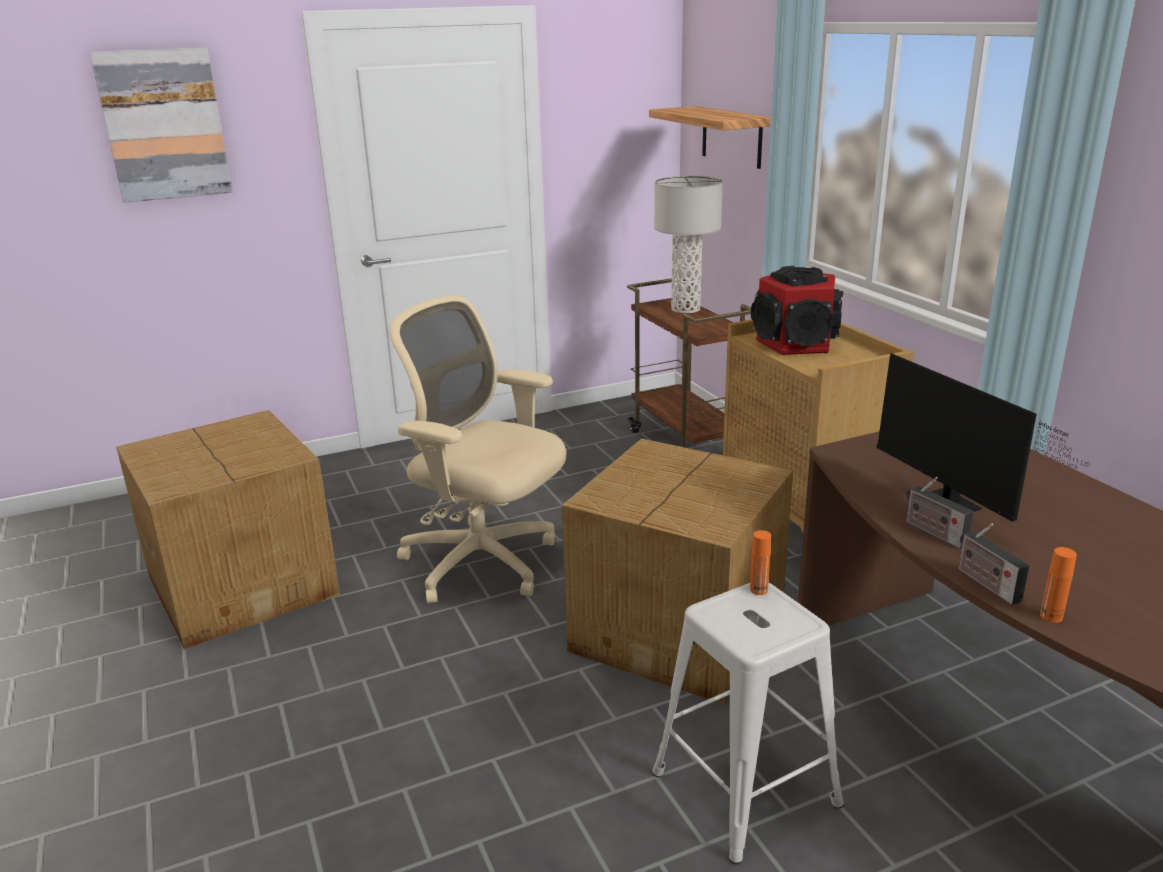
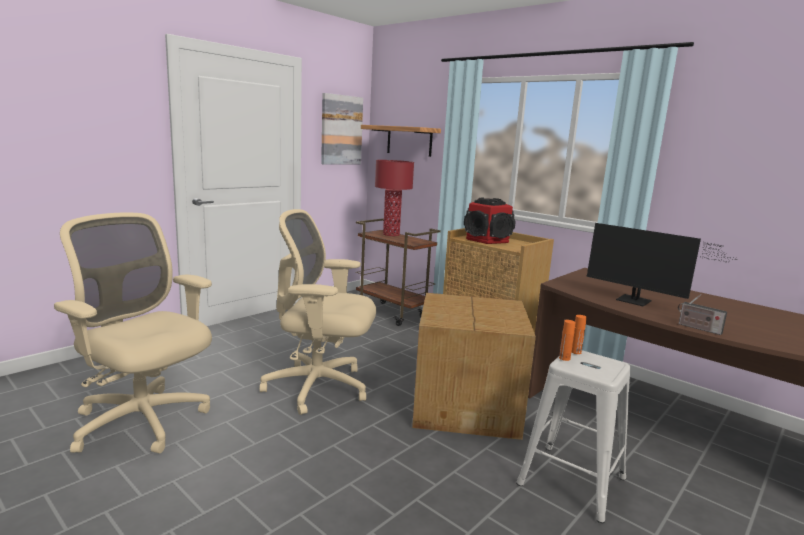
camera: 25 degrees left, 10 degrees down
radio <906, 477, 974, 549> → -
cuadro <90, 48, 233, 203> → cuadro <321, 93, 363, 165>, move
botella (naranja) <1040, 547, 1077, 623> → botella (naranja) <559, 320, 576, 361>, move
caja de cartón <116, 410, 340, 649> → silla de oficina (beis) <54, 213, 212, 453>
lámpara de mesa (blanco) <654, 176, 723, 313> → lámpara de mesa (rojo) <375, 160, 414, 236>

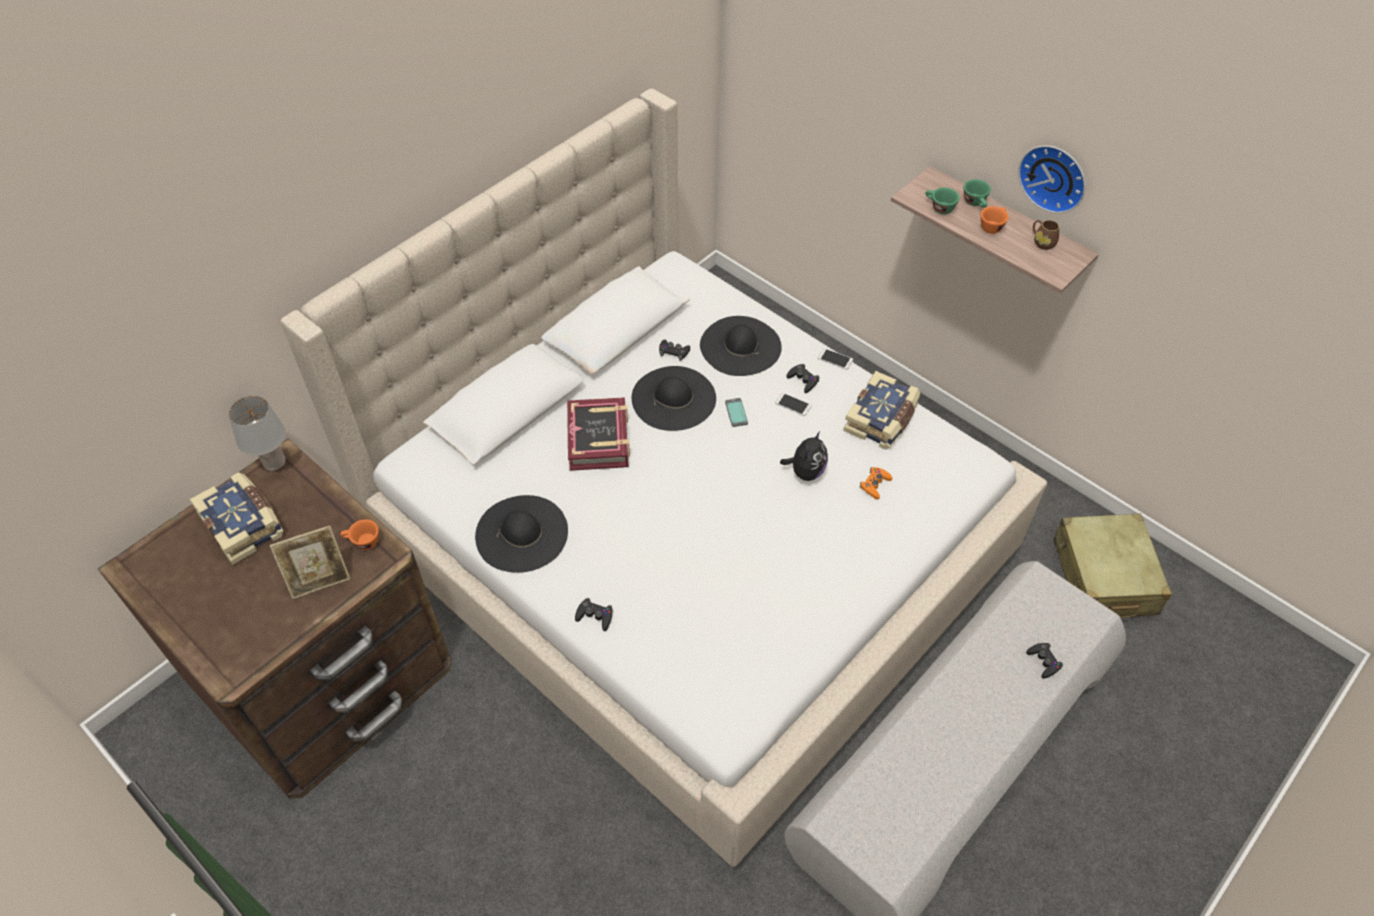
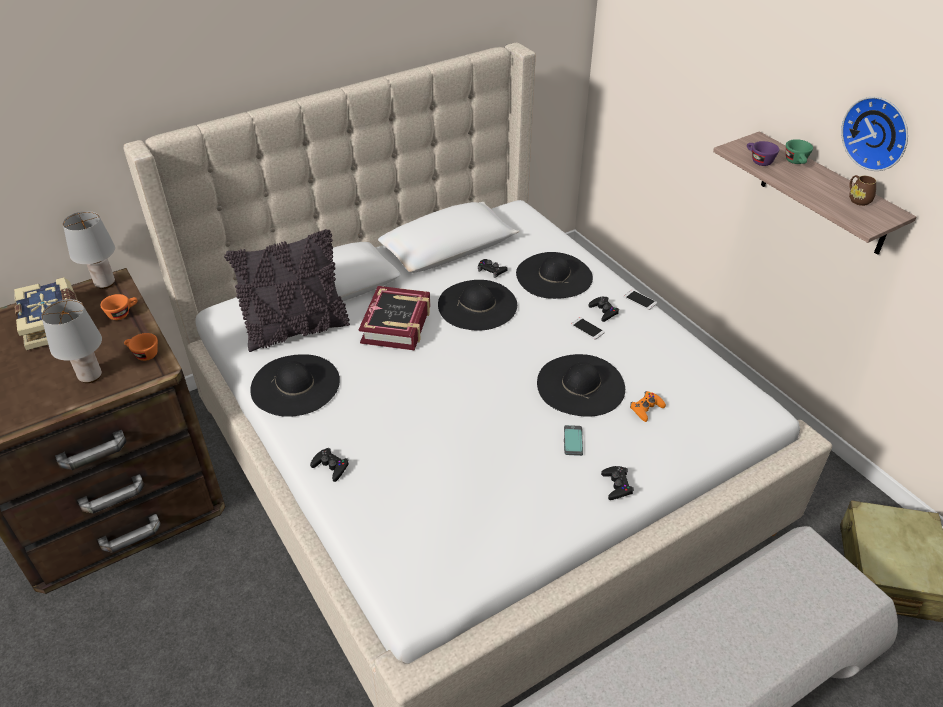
camera: 15 degrees right, 10 degrees down
libro <843, 371, 920, 450> → -
- → cojín (negro) <224, 229, 350, 352>
móvil <725, 398, 748, 427> → móvil <564, 425, 583, 456>, move
taza (naranja) <981, 206, 1009, 234> → taza (naranja) <100, 294, 138, 320>, move
mando de consola (negro) <1026, 643, 1063, 679> → mando de consola (negro) <601, 466, 634, 500>, move
portarretratos <270, 525, 351, 599> → lámpara de mesa (gris) <41, 299, 102, 383>
peluche <780, 431, 828, 481> → sombrero (negro) <537, 354, 625, 416>
taza (verde) <925, 187, 959, 214> → taza (morado) <747, 141, 779, 166>

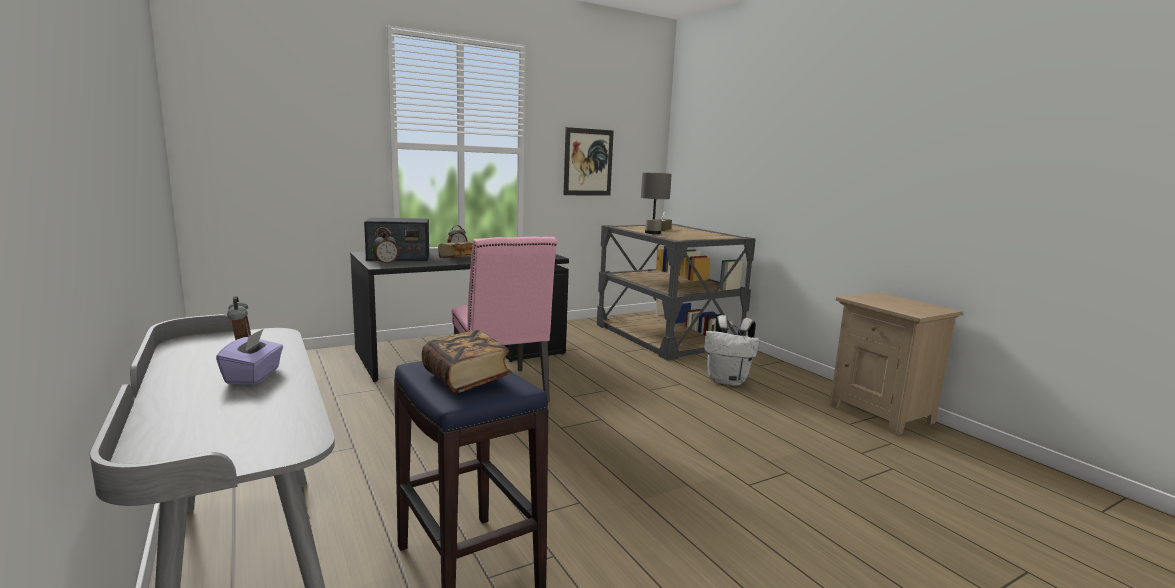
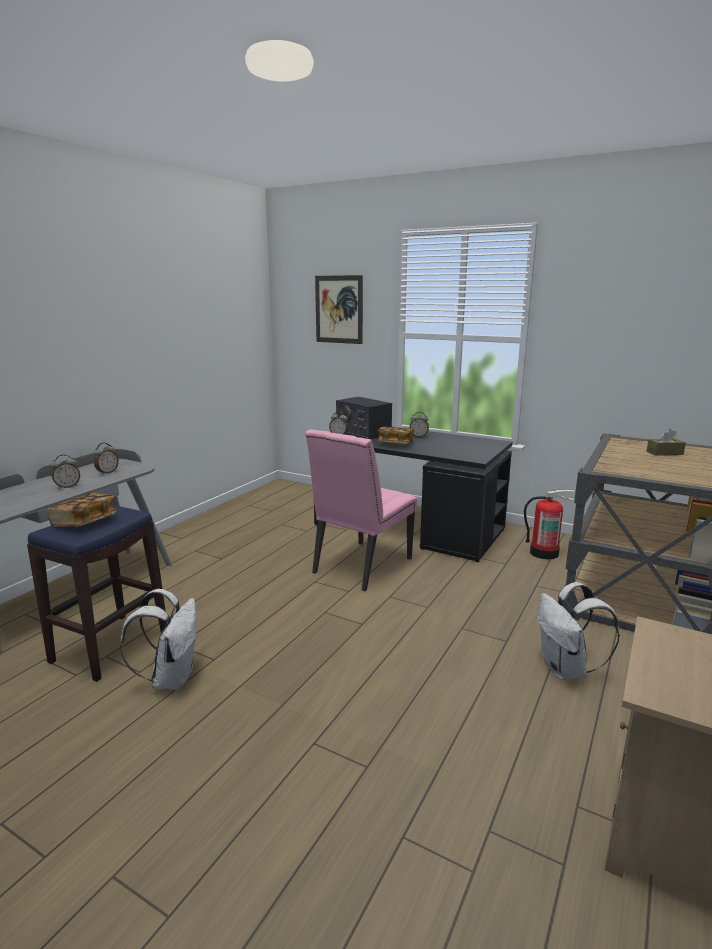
camera: 60 degrees right, 5 degrees up
lámpara de mesa (gris) <641, 172, 671, 234> → -
- → mochila (blanco) <120, 589, 197, 690>
- → extintor <524, 489, 575, 560>
cuadro <564, 127, 614, 196> → cuadro <315, 275, 363, 344>, move
caja de pañuelos (morado) <216, 329, 283, 384> → despertador <51, 454, 80, 489>

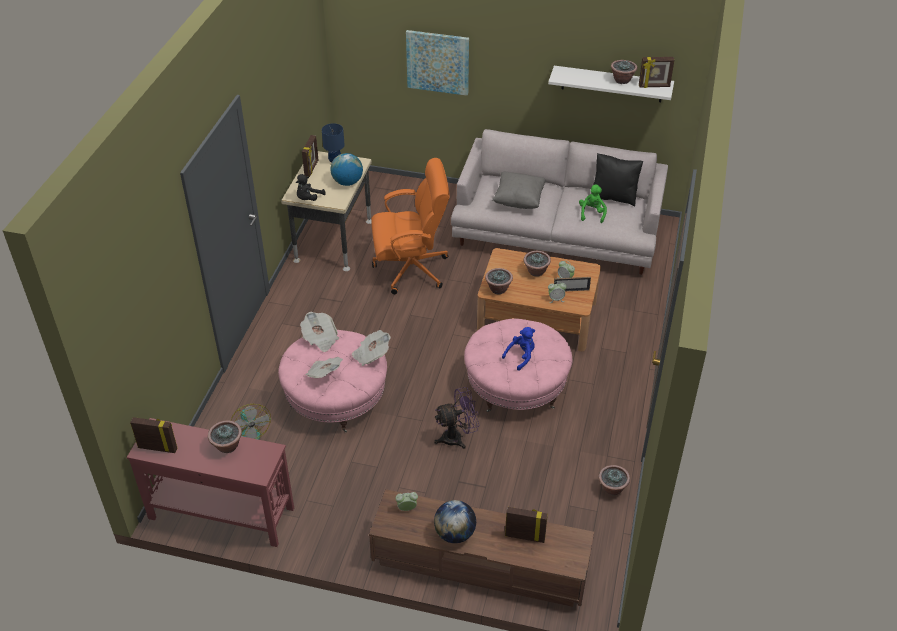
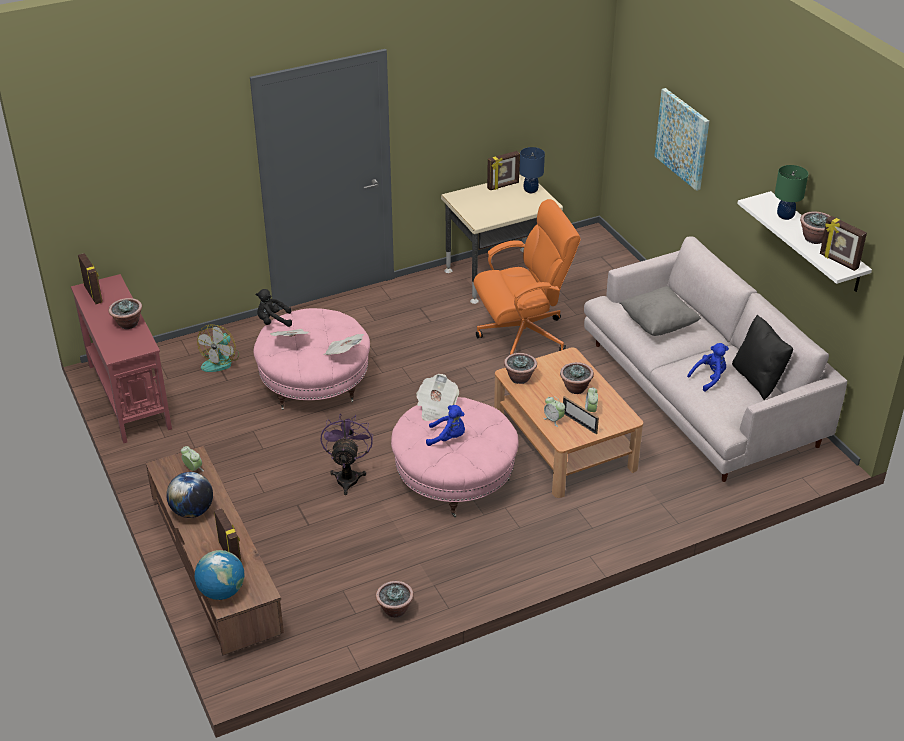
camera: 50 degrees right, 5 degrees down
- → lámpara de mesa (verde) <775, 165, 808, 220>
peluche (negro) <296, 174, 326, 201> → peluche (negro) <256, 289, 292, 327>, move
periódico <300, 312, 339, 352> → periódico <416, 374, 459, 421>, move
globo terráqueo <331, 153, 363, 186> → globo terráqueo <195, 550, 245, 600>, move
peluche (verde) <579, 184, 607, 223> → peluche (azul) <687, 343, 729, 391>
silla de oficina (naranja) <371, 158, 450, 294> → silla de oficina (naranja) <474, 199, 580, 355>, 60 degrees counterclockwise
ventilador (morado) <434, 387, 480, 449> → ventilador (morado) <321, 414, 373, 495>, 120 degrees counterclockwise

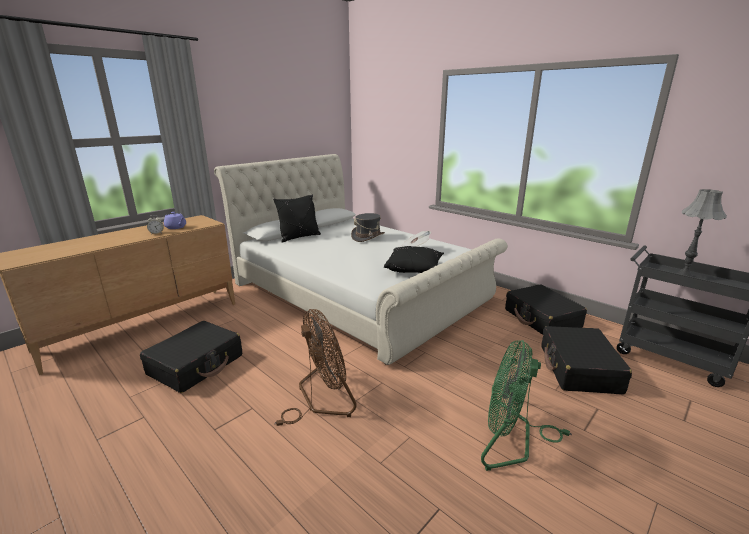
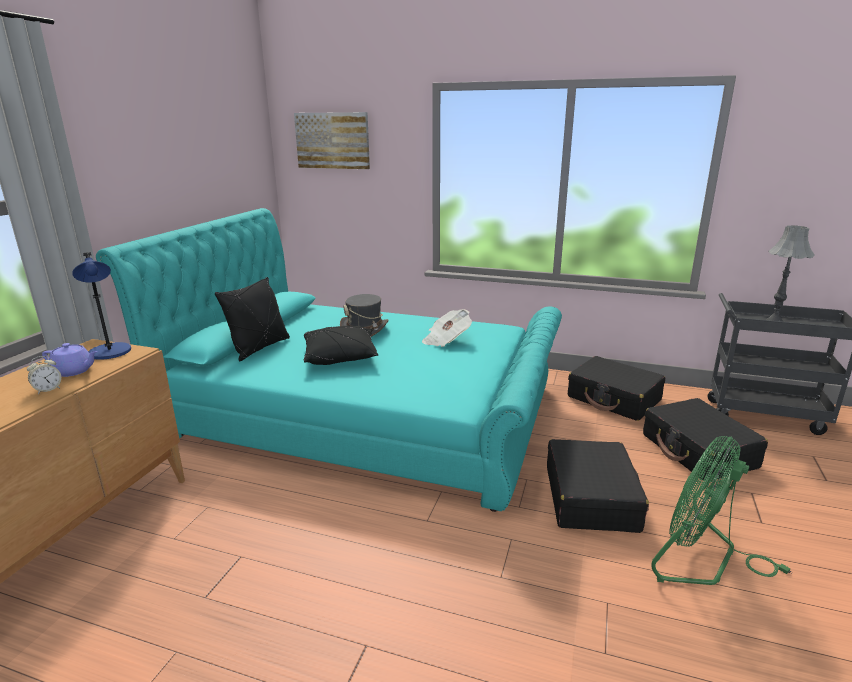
camera: 25 degrees left, 0 degrees up
ventilador (marrón) <275, 309, 357, 426> → -
- → lámpara de mesa (azul) <72, 252, 131, 360>
- → cuadro <294, 112, 370, 169>
maleta (negro) <140, 321, 242, 393> → maleta (negro) <547, 439, 649, 533>, move
cojín (negro) <384, 246, 444, 273> → cojín (negro) <304, 326, 379, 365>, move
cama (beis) <214, 154, 508, 365> → cama (turquesa) <96, 208, 562, 512>
ventilador (verde) <481, 340, 572, 471> → ventilador (verde) <651, 436, 792, 585>, 45 degrees clockwise

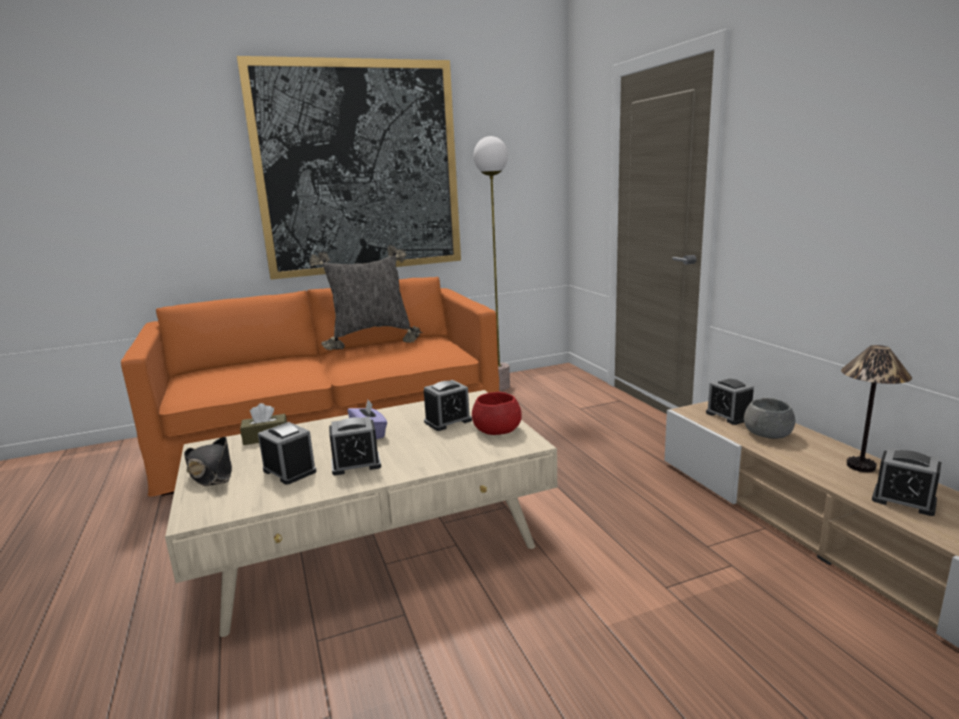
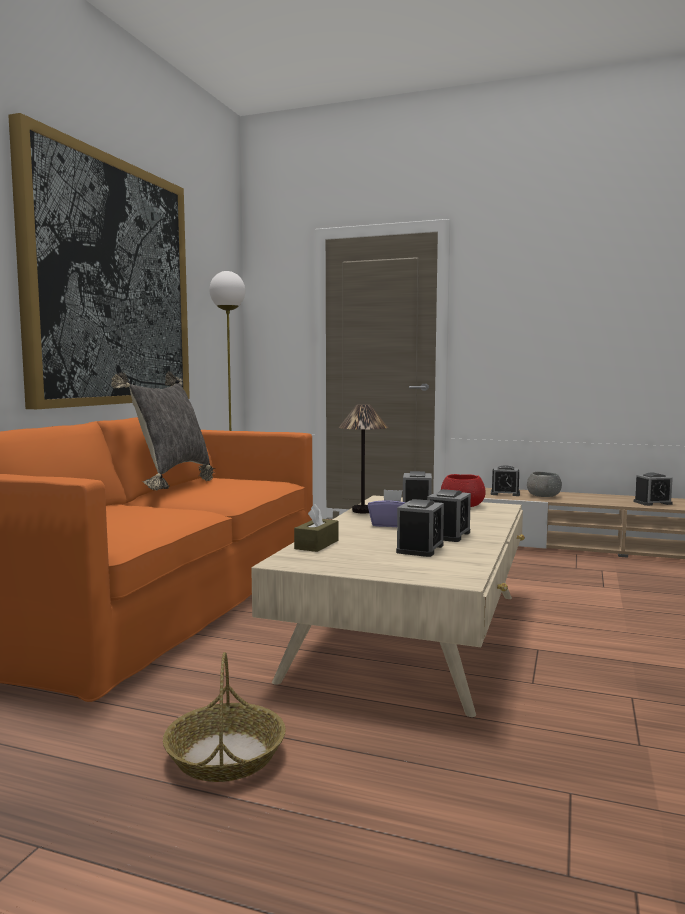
camera: 50 degrees left, 10 degrees down
sombrero (negro) <184, 437, 232, 486> → -
- → cesta <163, 652, 286, 782>
lámpara de mesa <841, 345, 912, 472> → lámpara de mesa <339, 404, 388, 513>, move
despertador <258, 422, 317, 485> → despertador <396, 499, 444, 557>, 120 degrees clockwise

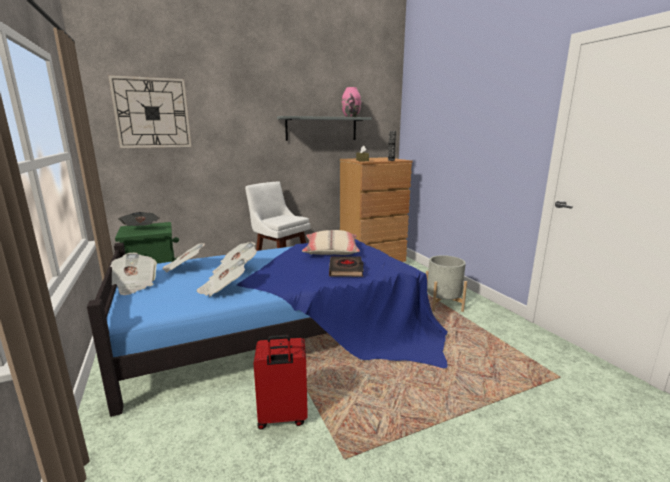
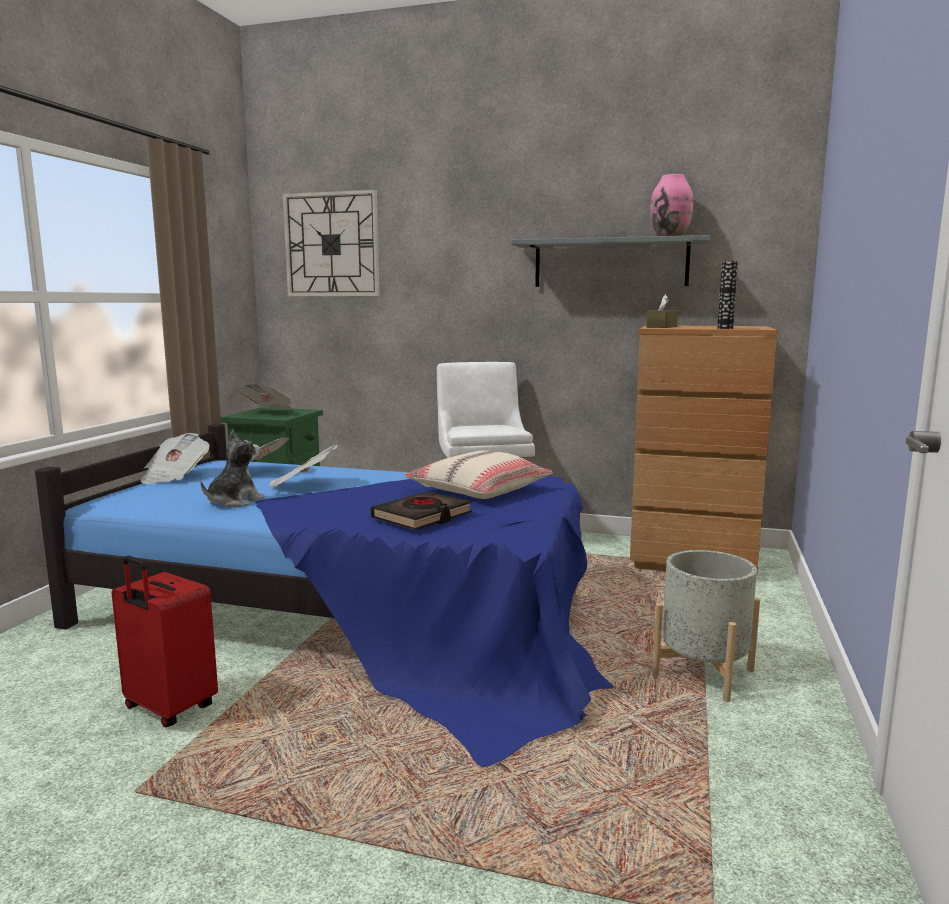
camera: 40 degrees right, 5 degrees down
periódico <197, 258, 247, 297> → peluche <201, 429, 265, 508>

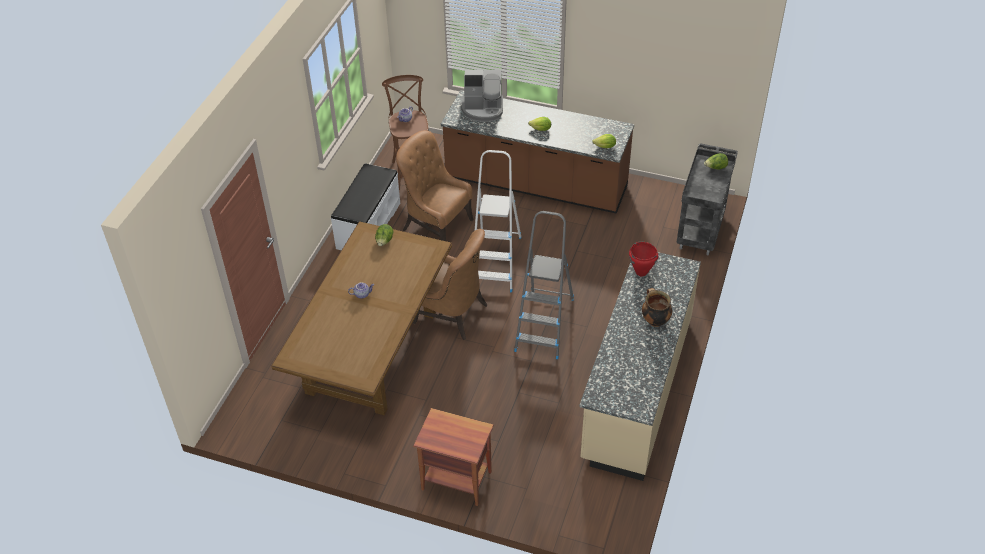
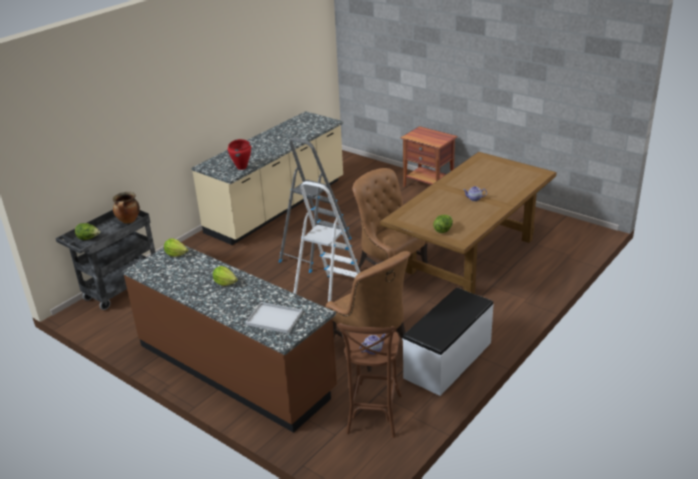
camera: 160 degrees left, 15 degrees down
olla <642, 288, 672, 327> → olla <113, 192, 140, 224>, move
cafetera <462, 70, 503, 122> → bandeja (blanco) <245, 302, 303, 333>

